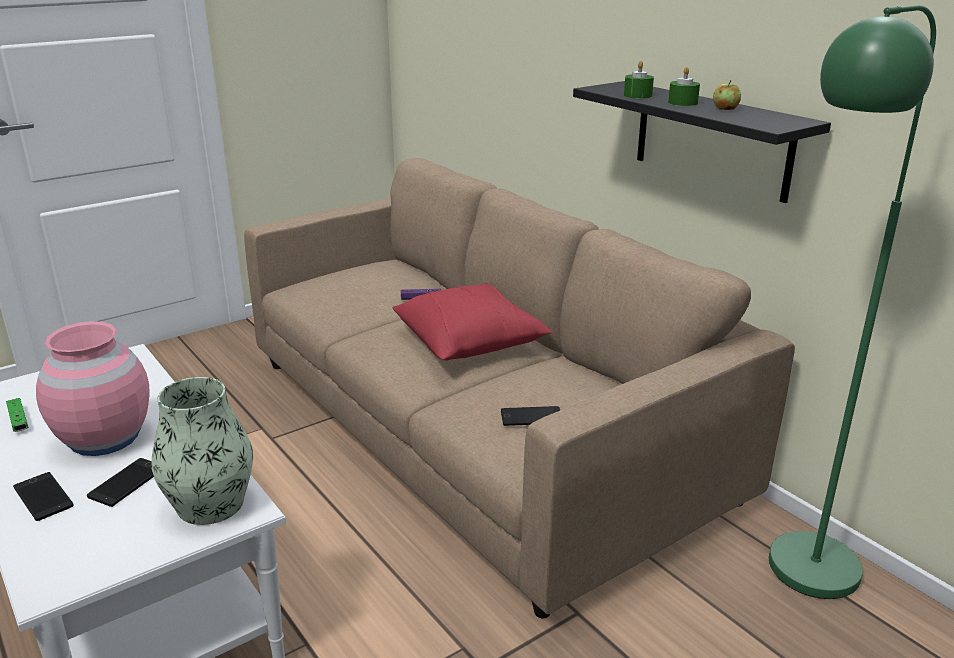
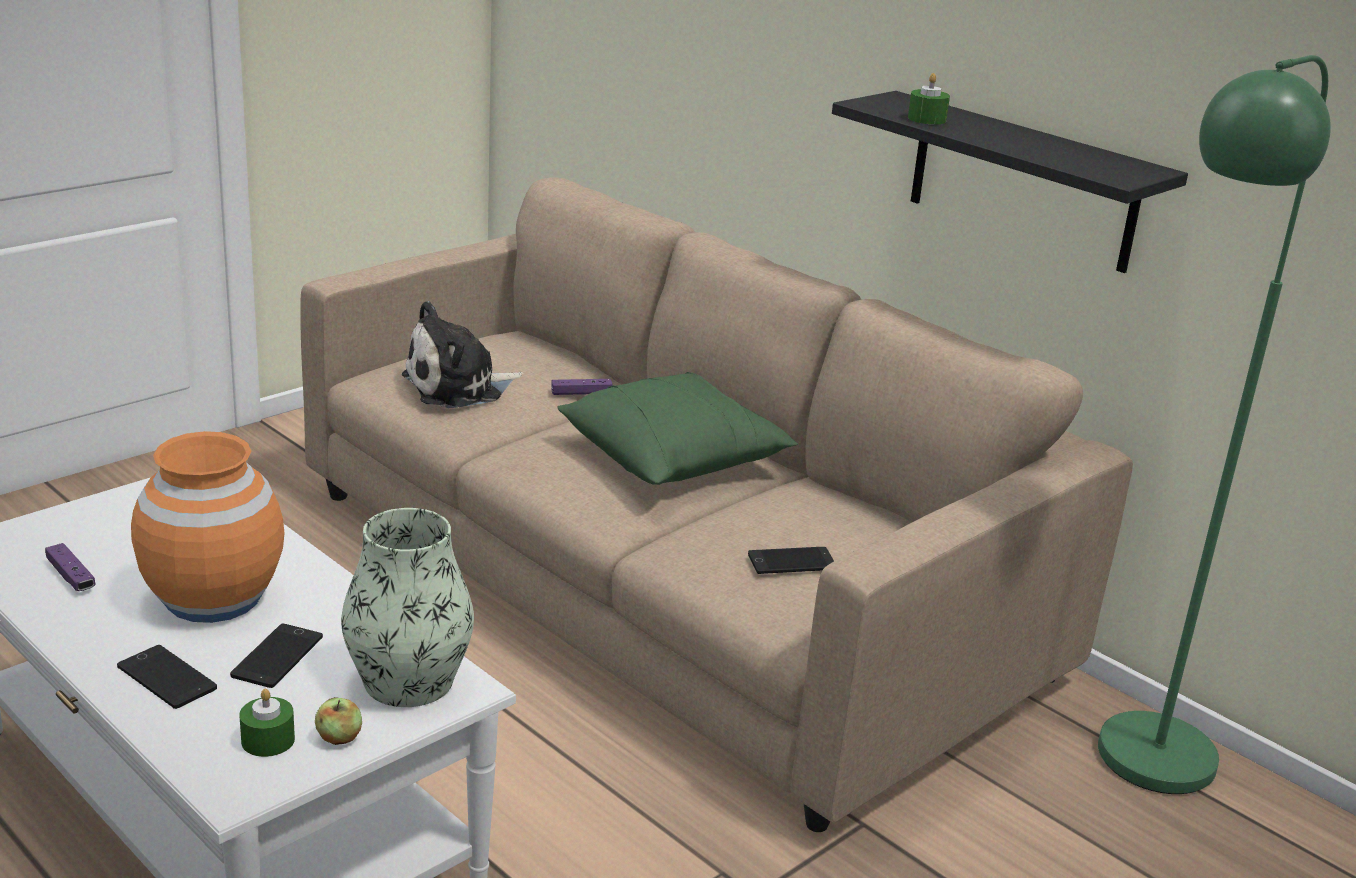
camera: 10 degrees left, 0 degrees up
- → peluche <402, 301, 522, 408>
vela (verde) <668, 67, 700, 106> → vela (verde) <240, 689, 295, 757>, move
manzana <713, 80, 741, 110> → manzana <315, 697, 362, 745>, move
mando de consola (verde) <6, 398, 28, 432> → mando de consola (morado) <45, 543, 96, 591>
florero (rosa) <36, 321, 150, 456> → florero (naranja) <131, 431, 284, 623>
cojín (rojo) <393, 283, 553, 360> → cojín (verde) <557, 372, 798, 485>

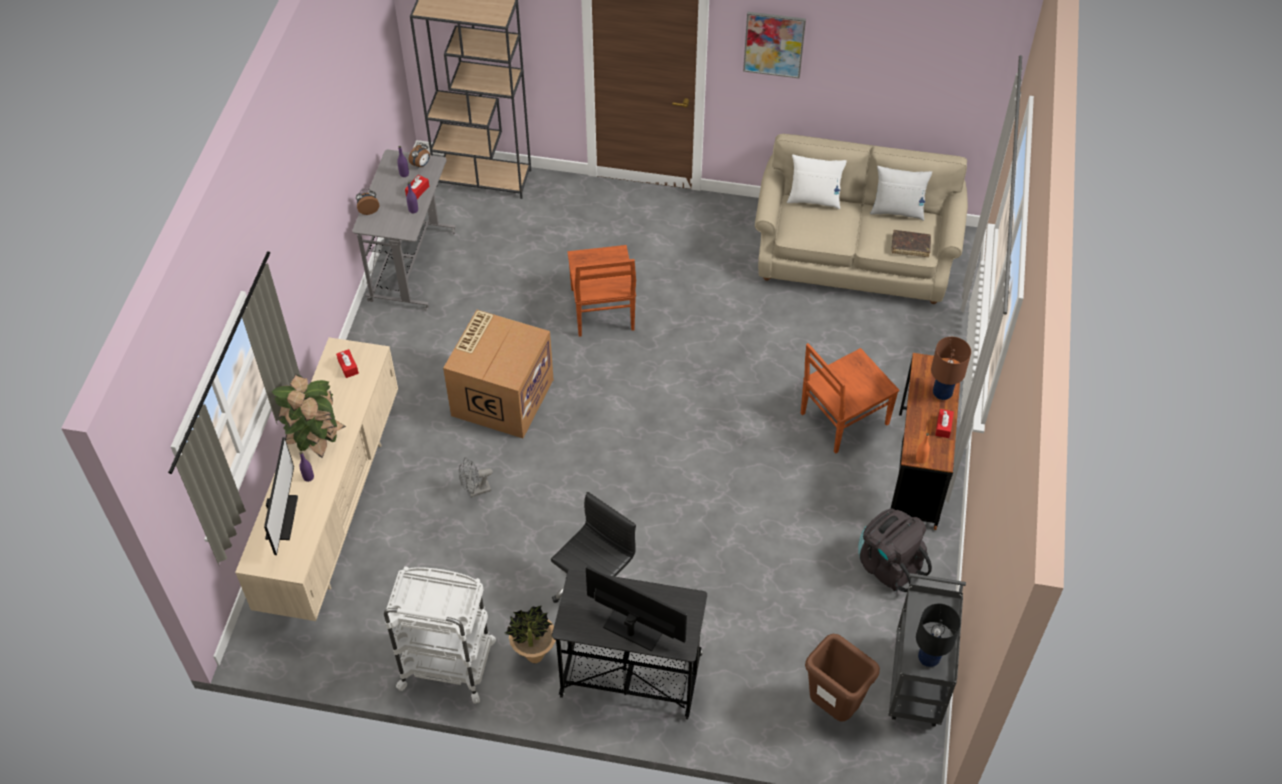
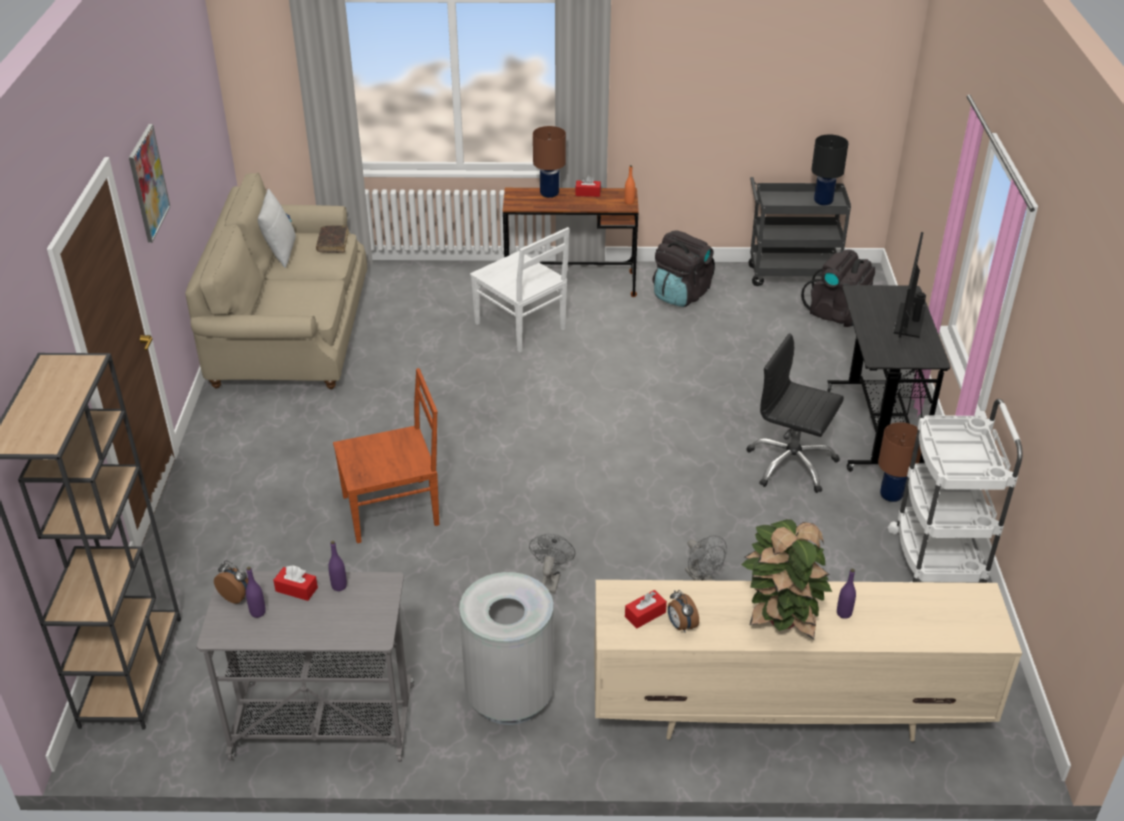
camera: 100 degrees left, 15 degrees down
monitor <264, 437, 298, 555> → -
cojín (blanco) <787, 155, 847, 209> → -
- → papelera (gris) <459, 572, 554, 725>
despertador <356, 189, 379, 215> → despertador <668, 590, 699, 632>, move
caja de cartón <443, 310, 554, 438> → ventilador (gris) <529, 534, 575, 594>
planta en maceta <505, 605, 556, 663> → lámpara de mesa (marrón) <878, 422, 921, 502>
papelera (marrón) <805, 634, 880, 721> → mochila (negro) <801, 249, 875, 327>
silla (marrón) <801, 343, 899, 454> → silla (blanco) <470, 227, 569, 352>

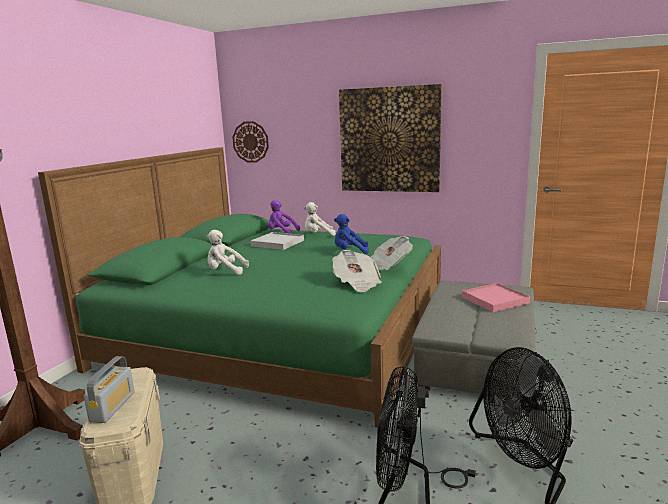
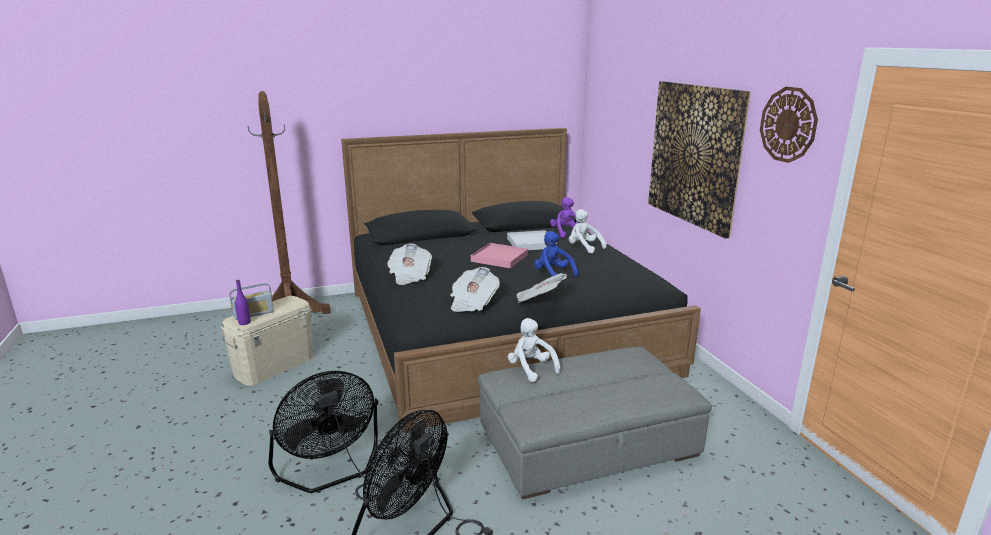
camera: 50 degrees right, 5 degrees up
- → botella (morado) <235, 280, 250, 325>
- → periódico <387, 244, 432, 285>
peluche (blanco) <207, 230, 249, 275> → peluche (blanco) <508, 318, 561, 382>, move
reloj de pared <232, 121, 269, 162> → reloj de pared <760, 87, 818, 163>, move
bandeja (rosa) <462, 283, 530, 312> → bandeja (rosa) <471, 243, 528, 268>, move
cama (verde) <38, 147, 441, 428> → cama (negro) <341, 128, 701, 433>

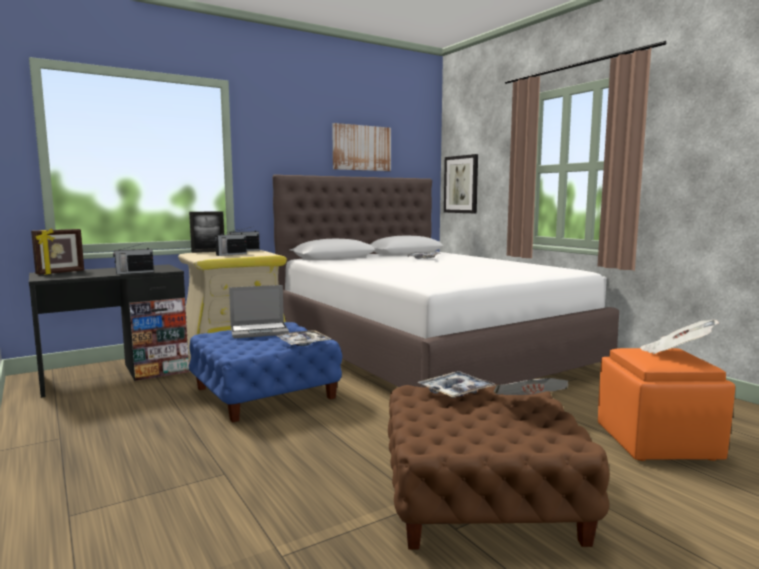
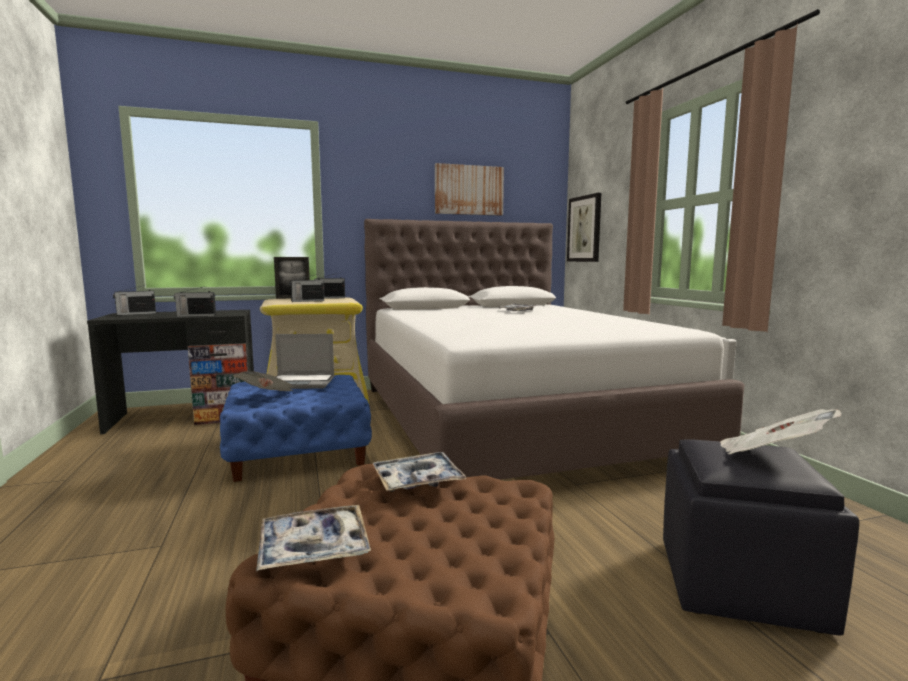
camera: 15 degrees right, 0 degrees up
bandeja <276, 330, 331, 346> → bandeja <256, 505, 371, 571>, move
periódico <494, 378, 569, 395> → periódico <233, 371, 294, 391>, move
portarretratos <31, 229, 84, 275> → radio <113, 285, 156, 315>
puf (naranja) <598, 348, 735, 461> → puf (negro) <663, 439, 859, 636>

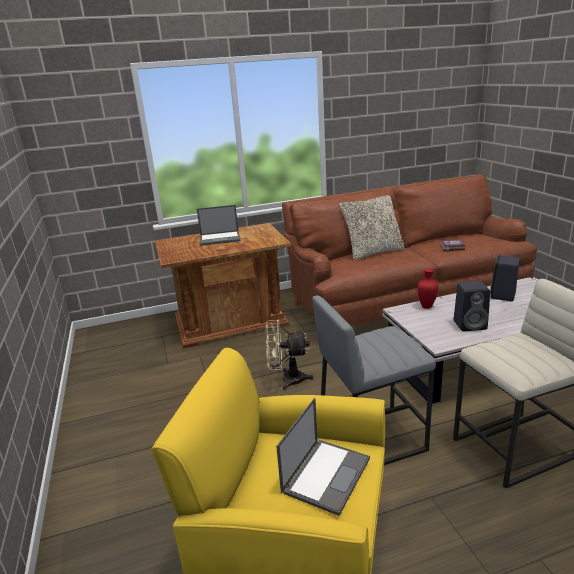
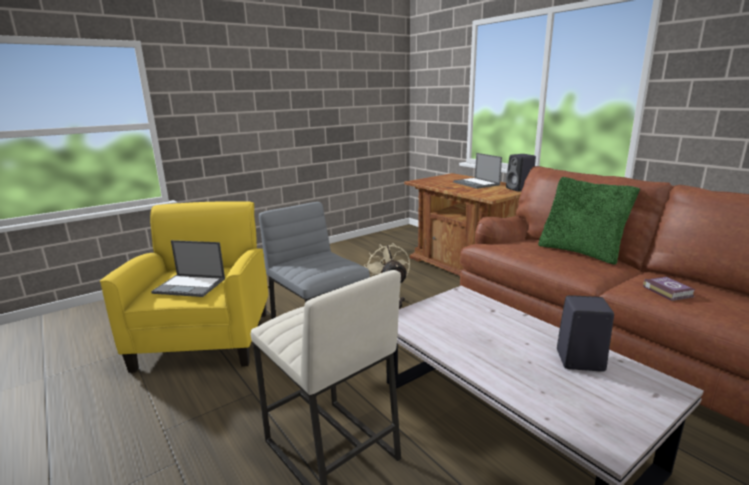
camera: 70 degrees right, 5 degrees down
florero (rojo) <417, 269, 438, 309> → -
altavoz (negro) <454, 281, 490, 331> → altavoz (negro) <506, 154, 536, 192>, move
cojín (beis) <339, 195, 404, 260> → cojín (verde) <538, 177, 640, 265>

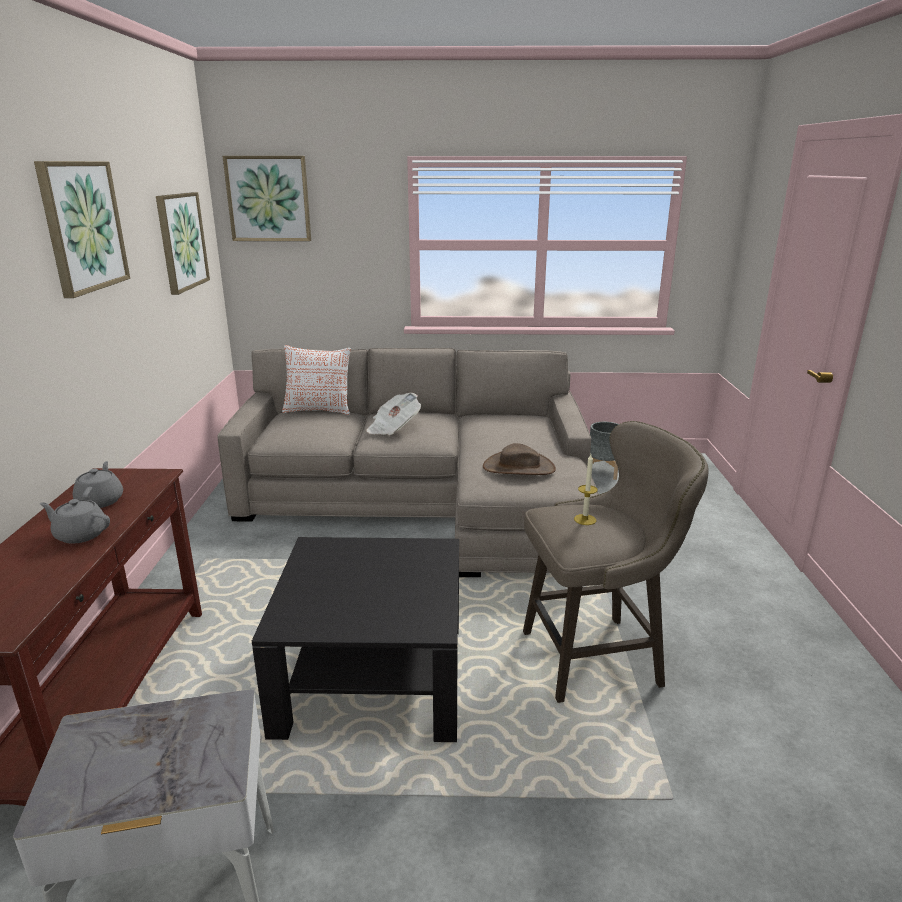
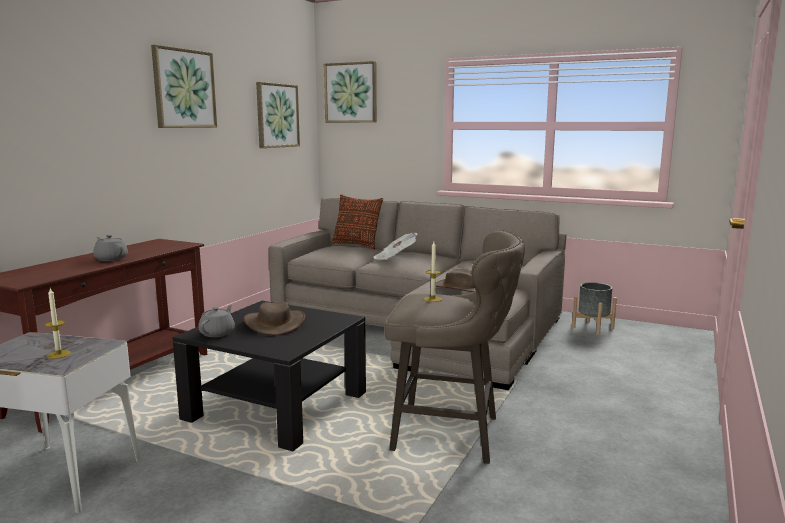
camera: 25 degrees right, 10 degrees down
- → vela <44, 288, 71, 359>
- → sombrero (marrón) <243, 301, 305, 335>
tetera (gris) <73, 461, 123, 508> → tetera (gris) <198, 305, 235, 337>, move
cojín (blanco) <282, 345, 351, 415> → cojín (marrón) <331, 194, 383, 249>

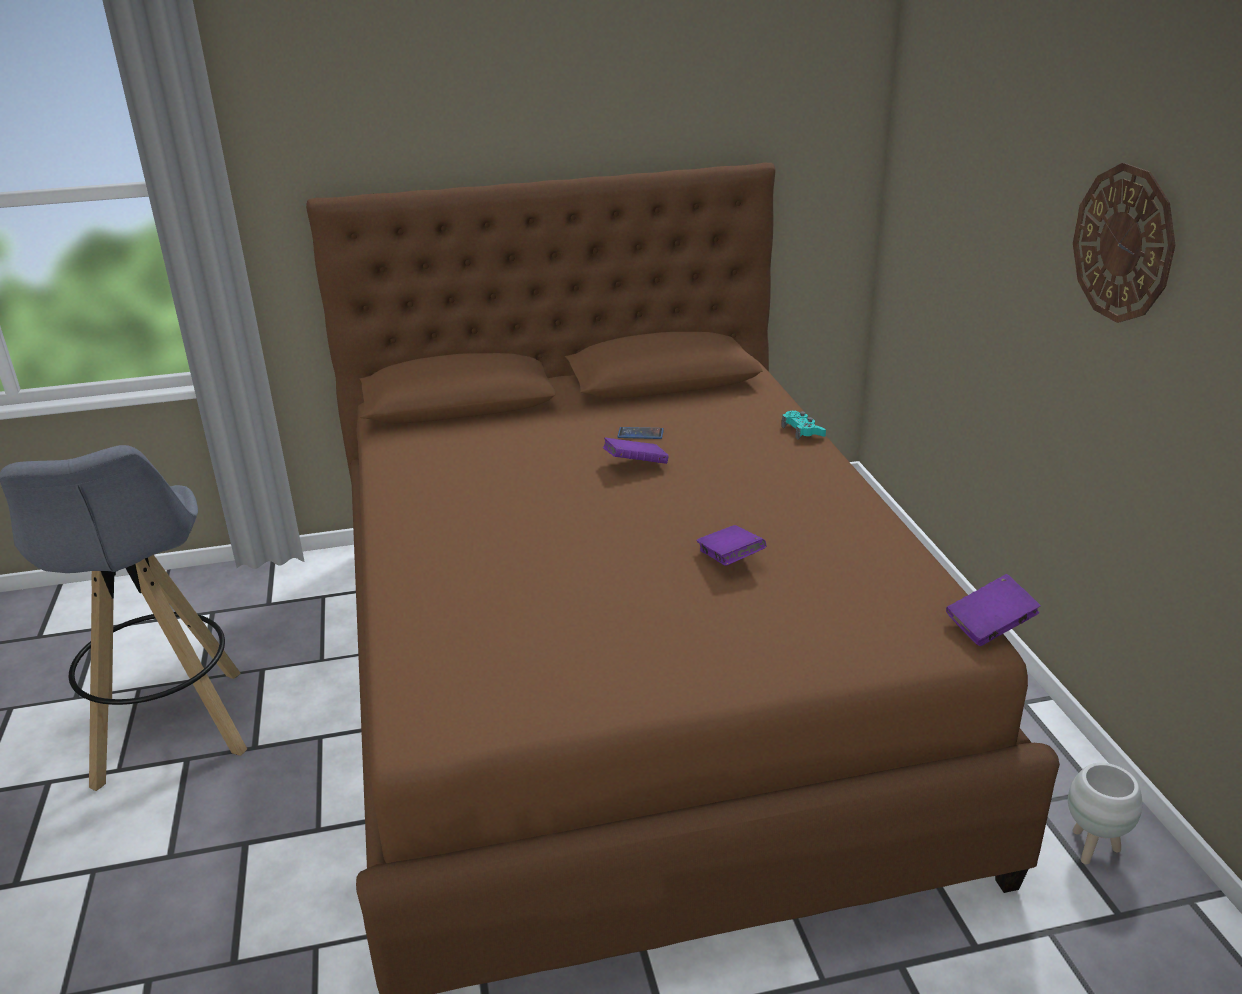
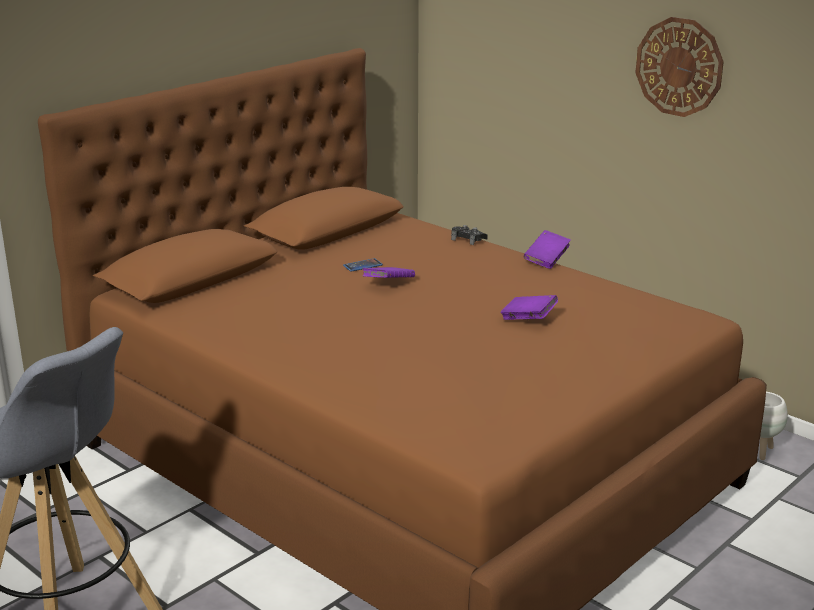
camera: 35 degrees left, 5 degrees down
libro (morado) <946, 574, 1041, 646> → libro (morado) <524, 230, 571, 269>, move
mando de consola (turquesa) <781, 411, 826, 440> → mando de consola (negro) <451, 225, 488, 245>

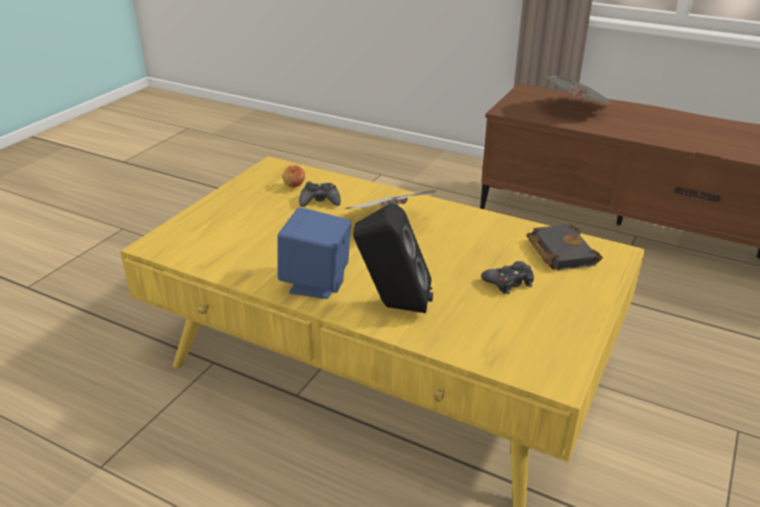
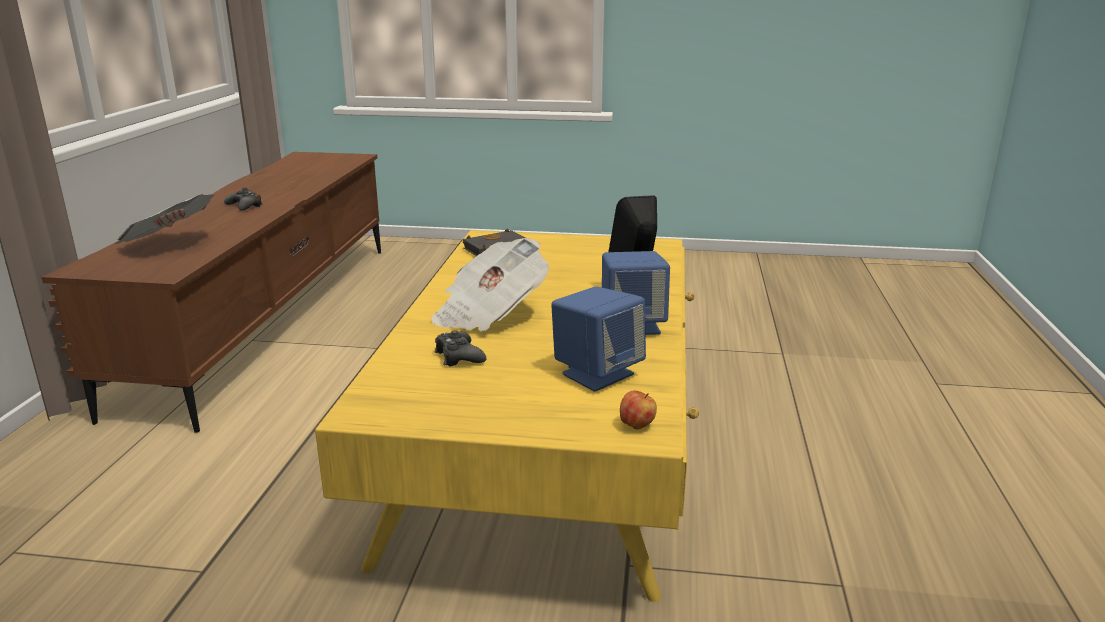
camera: 110 degrees left, 10 degrees down
- → altavoz (azul) <551, 287, 646, 392>
manzana <283, 166, 305, 188> → manzana <620, 391, 657, 430>, move
mando de consola (negro) <481, 261, 534, 294> → mando de consola (negro) <224, 187, 263, 211>, move

